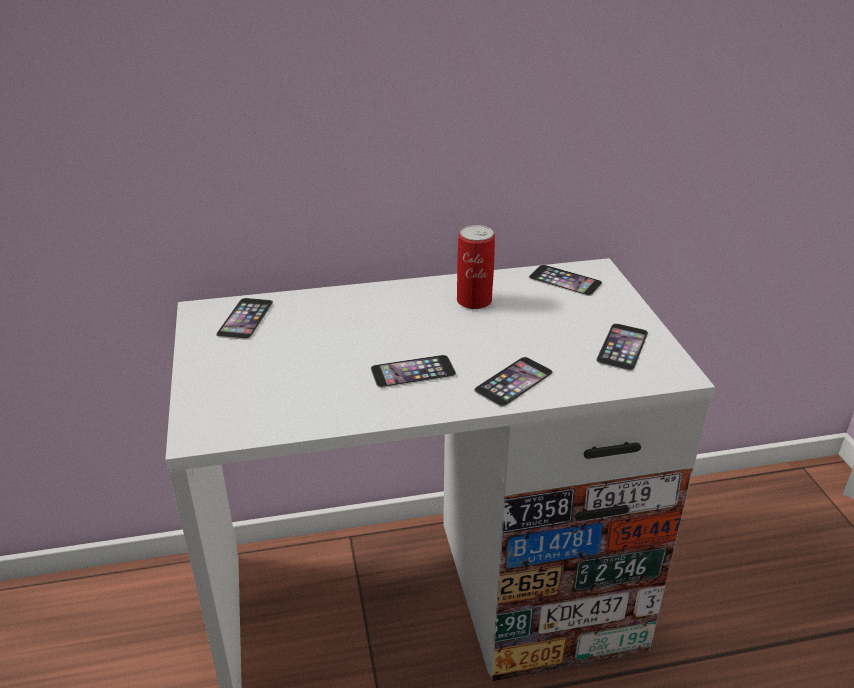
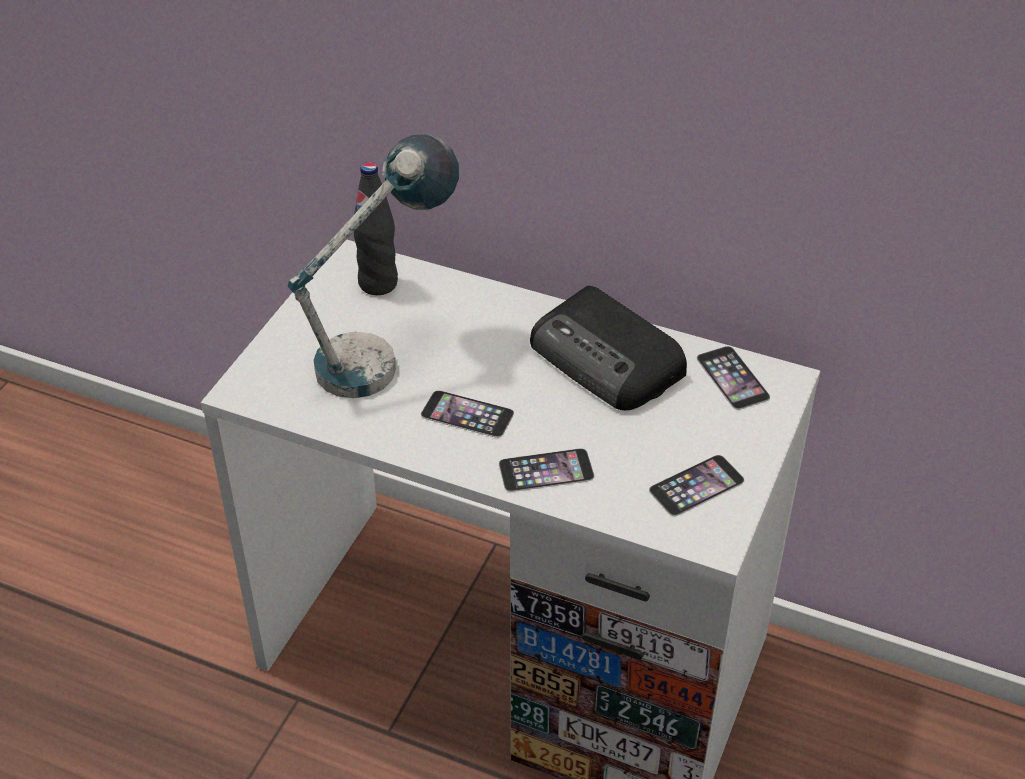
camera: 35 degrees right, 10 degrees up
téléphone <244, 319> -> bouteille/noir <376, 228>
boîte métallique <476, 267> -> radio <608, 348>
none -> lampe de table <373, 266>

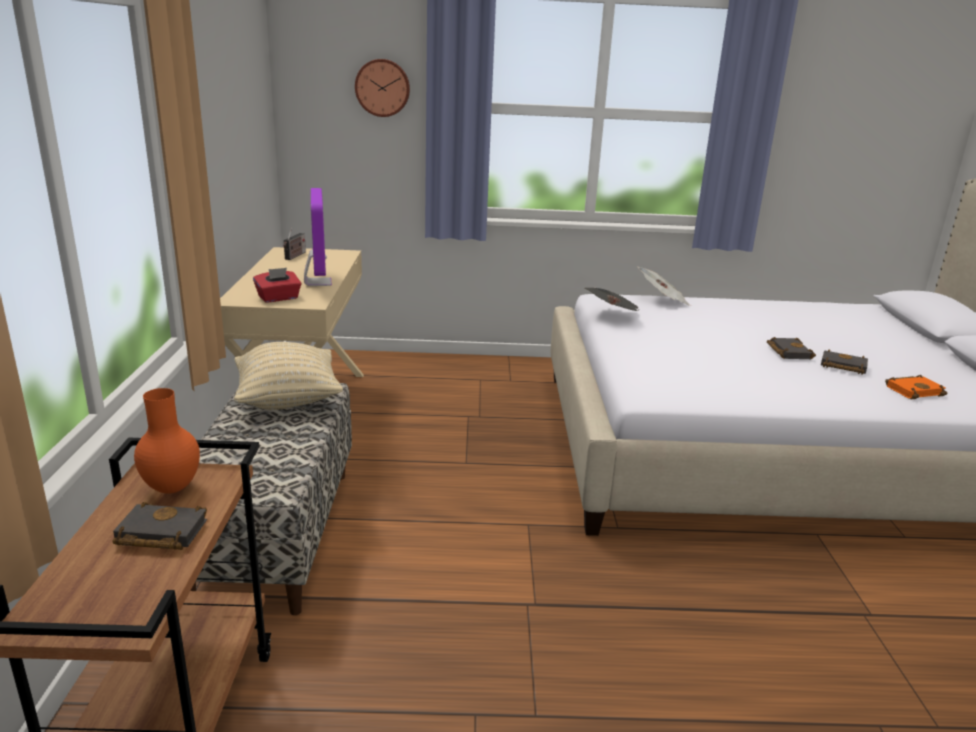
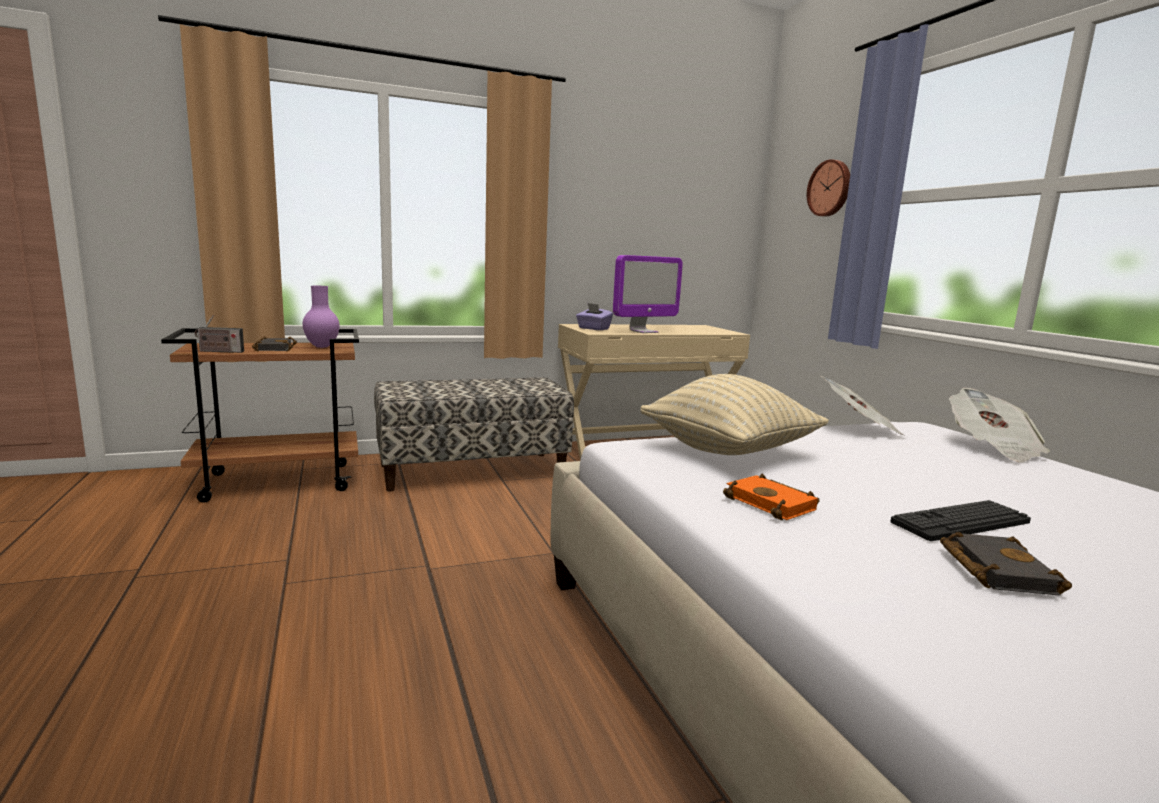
camera: 70 degrees right, 10 degrees down
vase/orange <167, 441> -> vase/violet <321, 317>
coussin/beige <288, 376> -> coussin/beige <734, 414>, move
boîte à mouchoirs/rouge <277, 285> -> boîte à mouchoirs/violet <594, 316>
radio <295, 243> -> radio <219, 334>, move
livre/noir <791, 348> -> clavier <960, 520>
livre/orange <916, 387> -> livre/orange <771, 497>, move

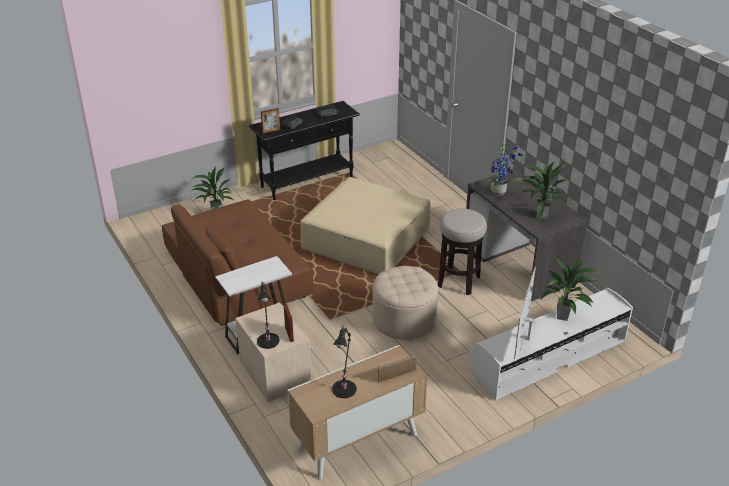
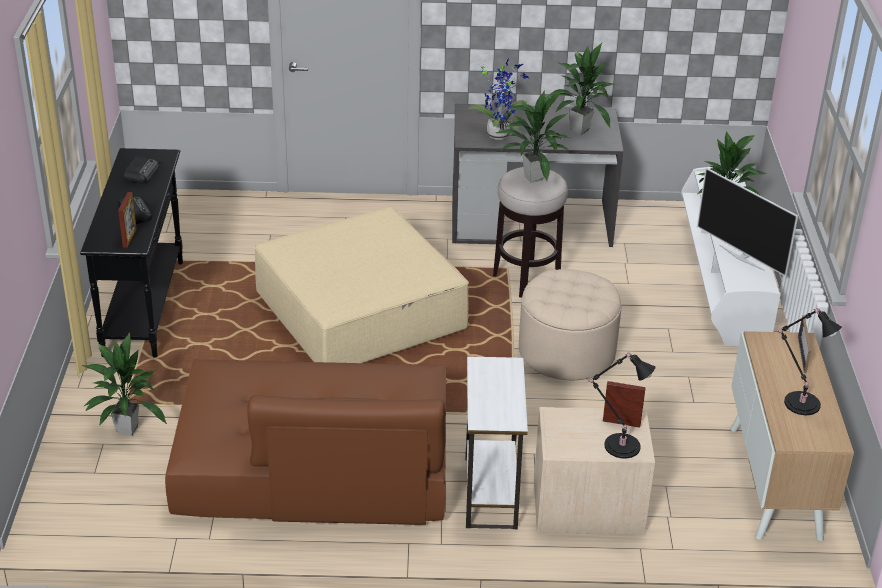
camera: 60 degrees left, 0 degrees up
none -> plante en pot <533, 137>

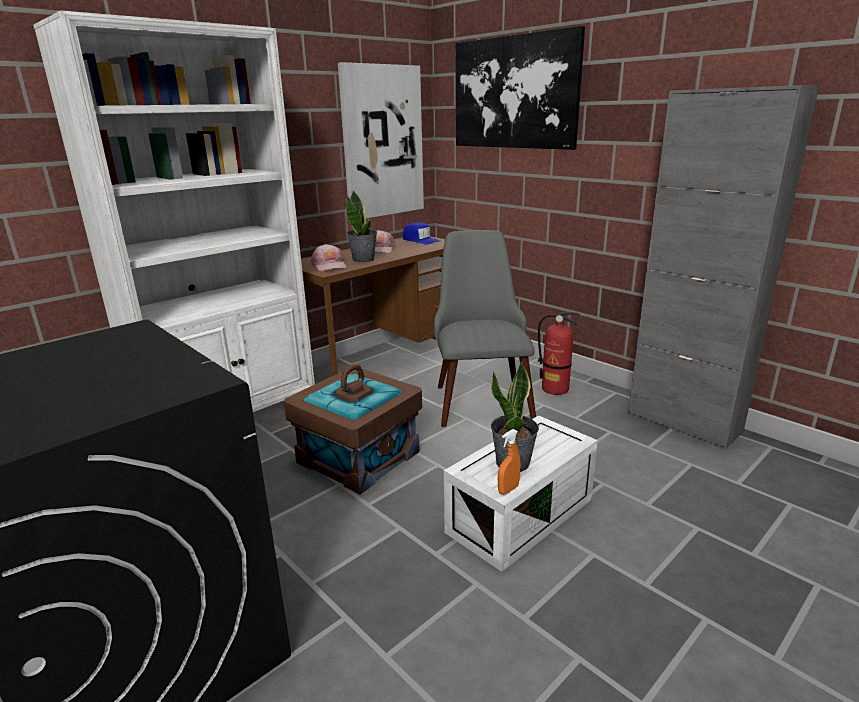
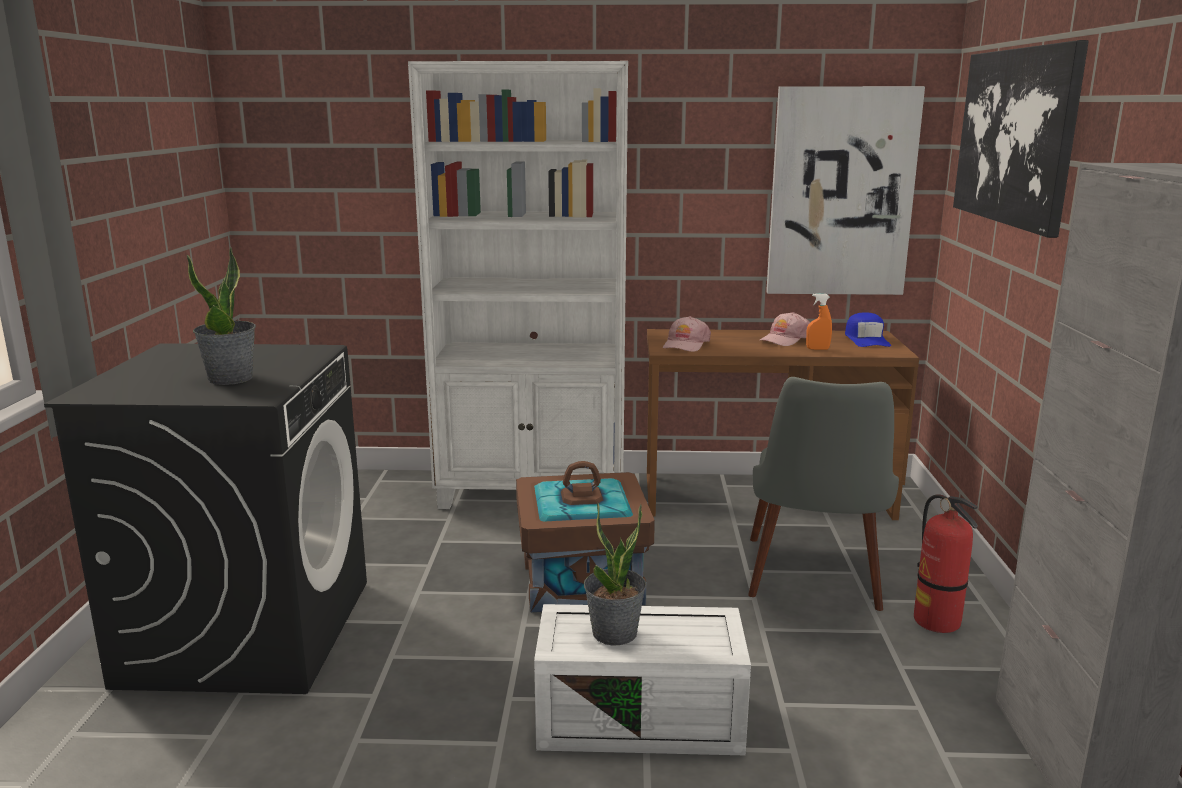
camera: 45 degrees right, 5 degrees down
plante en pot <361, 226> -> plante en pot <221, 316>, move
chaise/gris <485, 328> -> chaise/gris <823, 494>, 150 degrees clockwise
vaporisateur/orange <509, 462> -> vaporisateur/orange <819, 321>, move

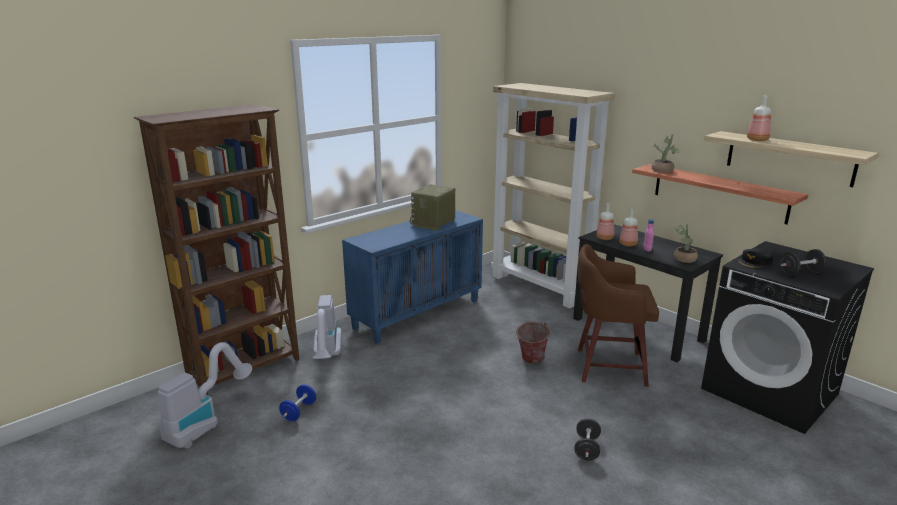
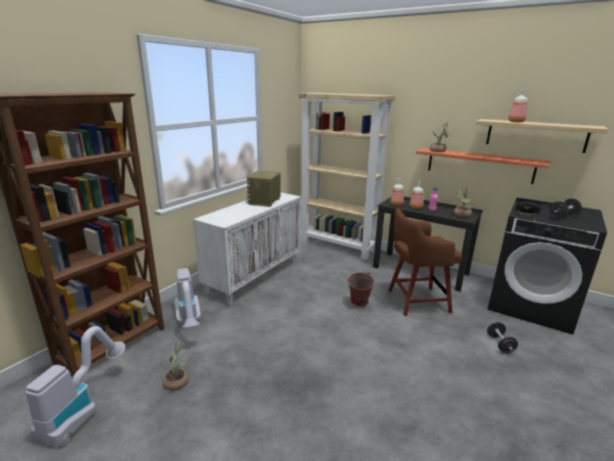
camera: 15 degrees left, 0 degrees up
haltère/bleu <297, 402> -> plante en pot <175, 366>
meuble de rangement/bleu <412, 277> -> meuble de rangement/blanc <247, 249>
haltère/noir <587, 439> -> haltère/noir <502, 337>, move

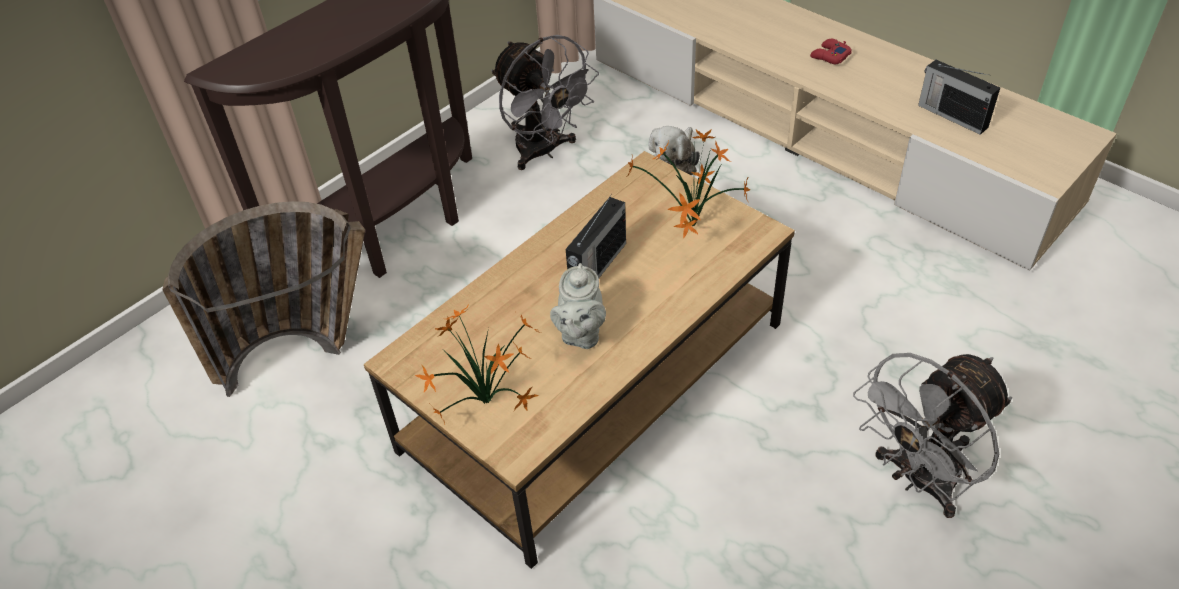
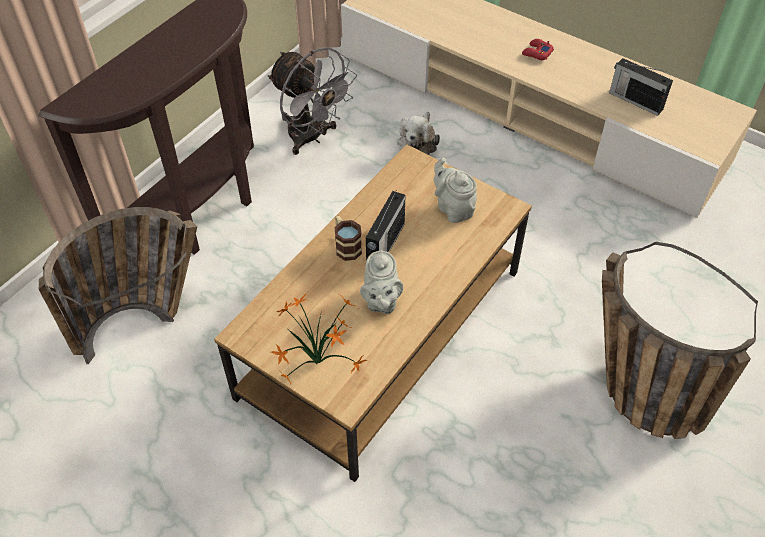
camera: 10 degrees left, 5 degrees up
plante en pot <688, 184> -> théière/gris <455, 190>
ventilateur/gris <932, 435> -> panier <680, 340>
none -> mug <348, 238>

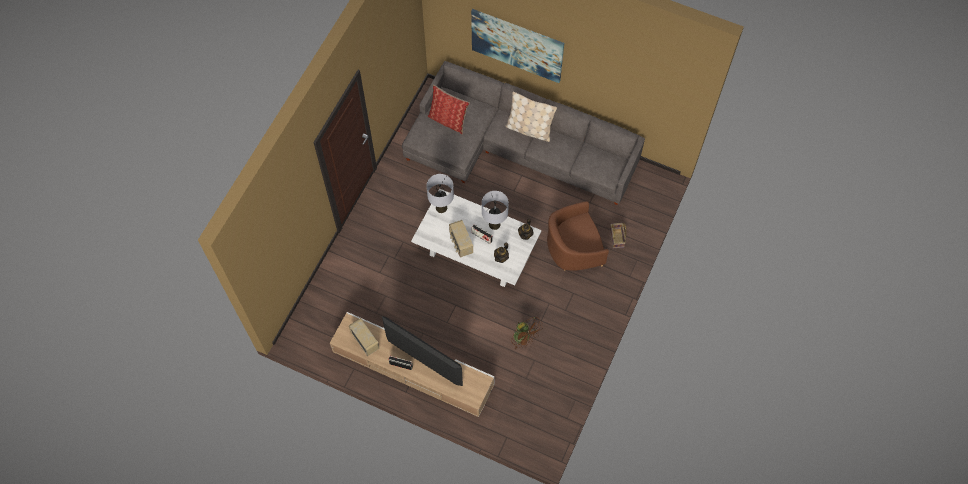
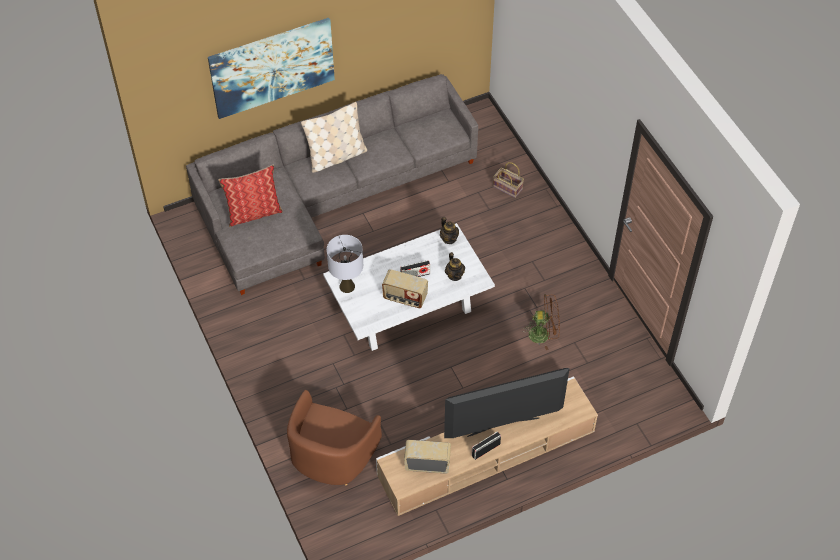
camera: 50 degrees left, 10 degrees down
lampe de table/gris <495, 210> -> none
fauteuil/marron <578, 236> -> fauteuil/marron <334, 437>, move

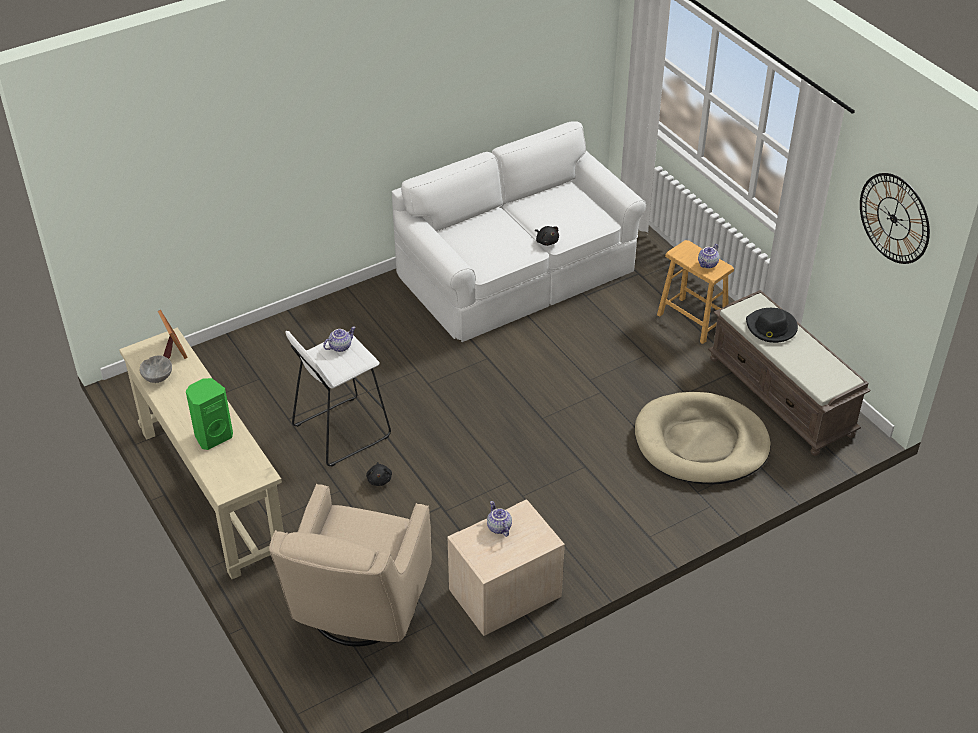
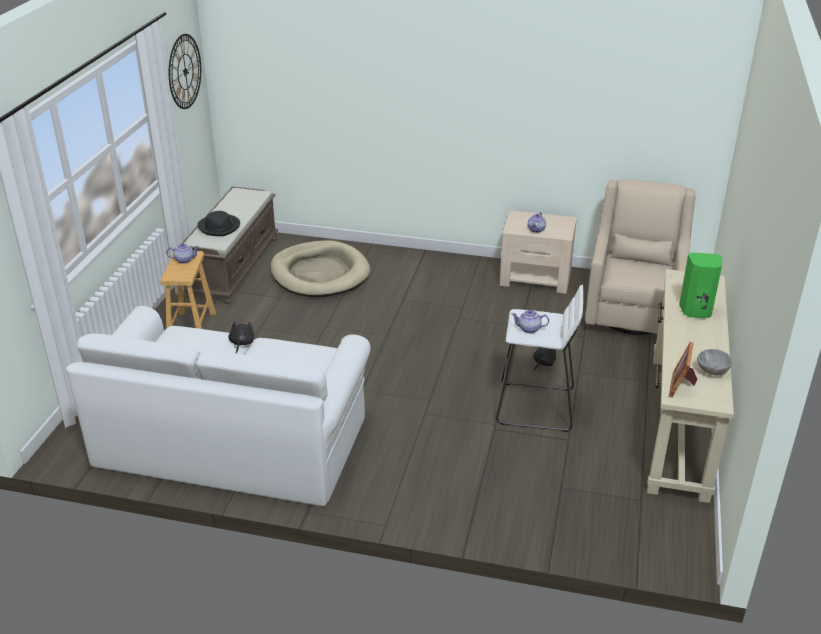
camera: 135 degrees left, 10 degrees down
fauteuil/beige <350, 565> -> fauteuil/beige <640, 257>, 45 degrees counterclockwise

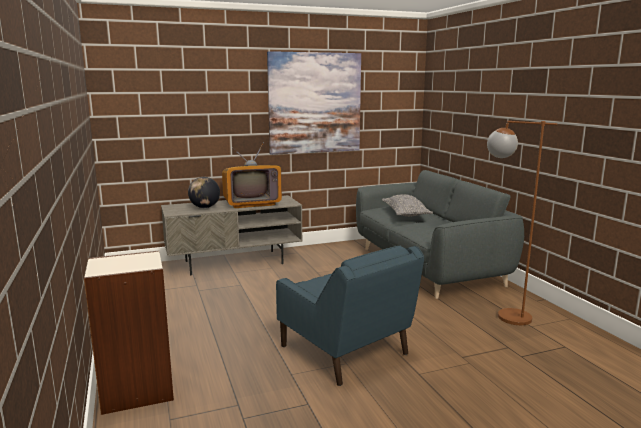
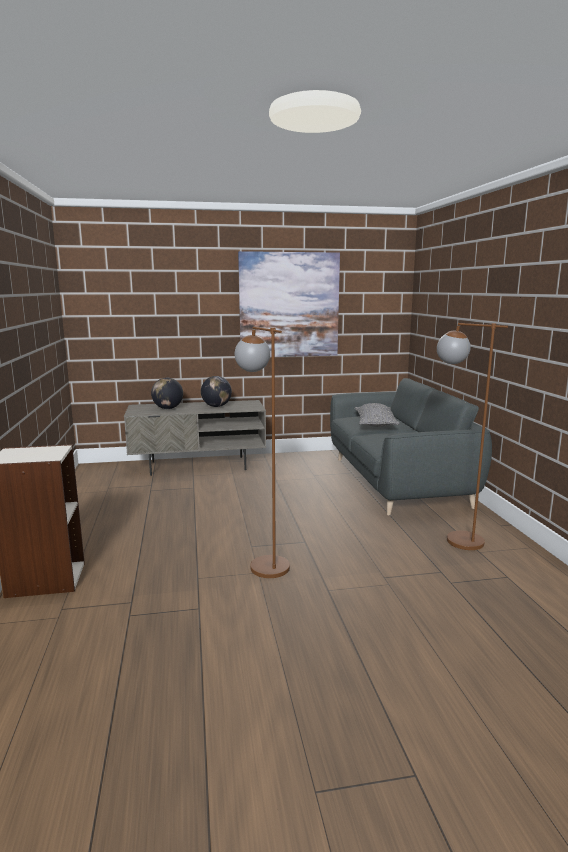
camera: 10 degrees right, 0 degrees up
téléviseur <252, 175> -> globe <216, 391>
fauteuil/bleu <350, 315> -> lampadaire/marron <262, 452>

